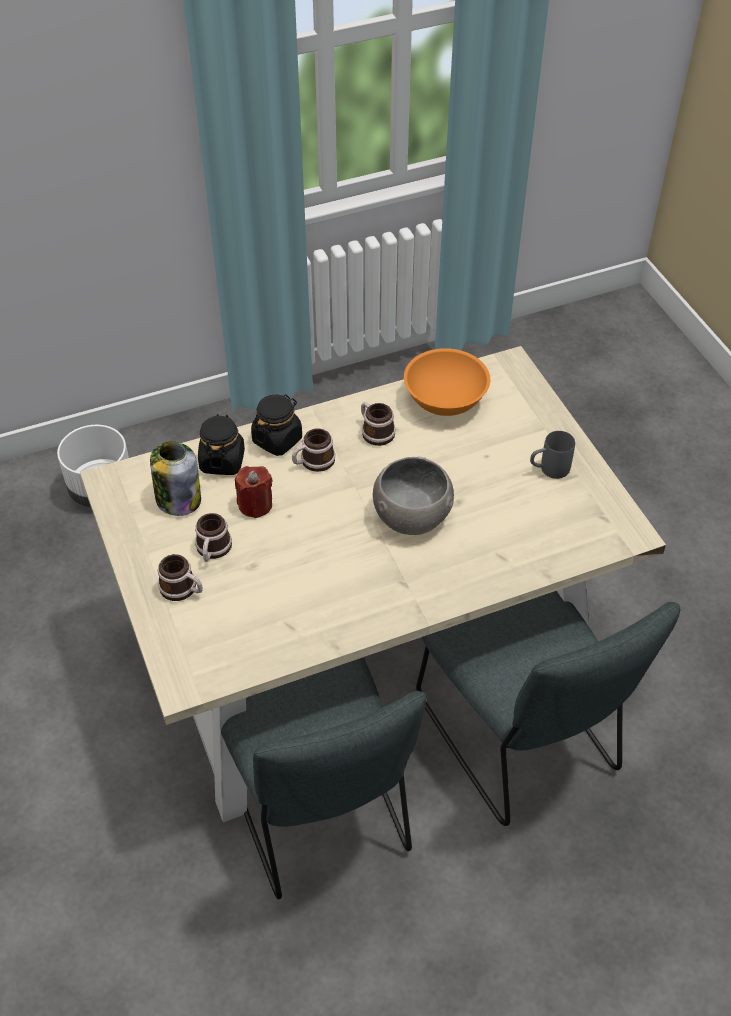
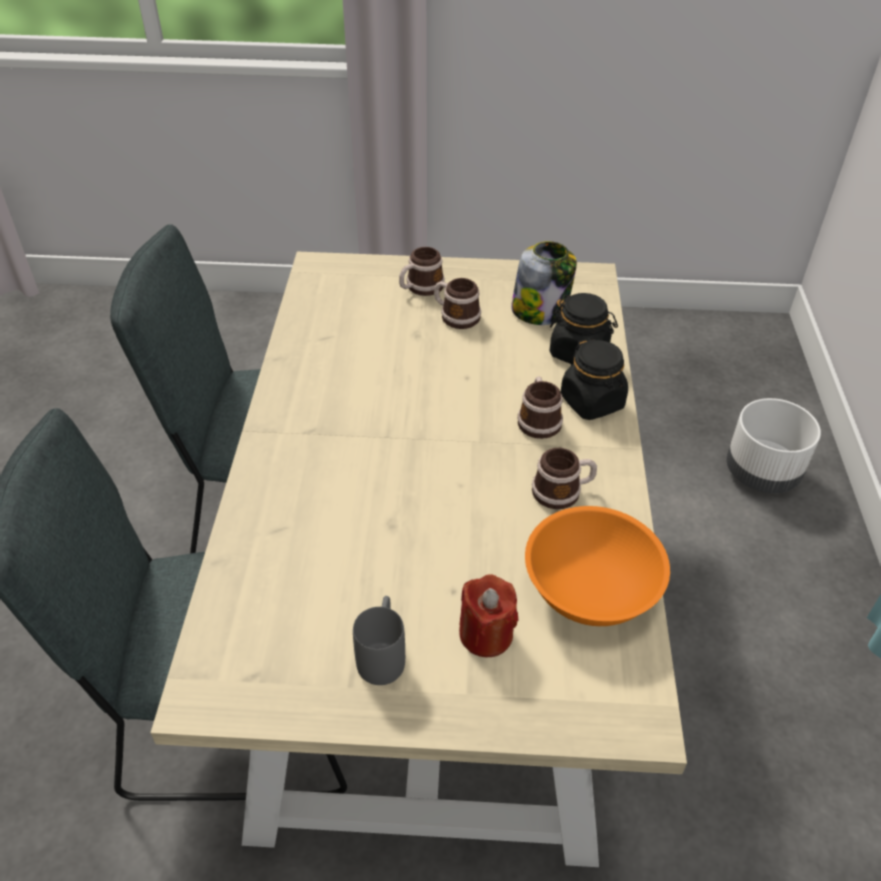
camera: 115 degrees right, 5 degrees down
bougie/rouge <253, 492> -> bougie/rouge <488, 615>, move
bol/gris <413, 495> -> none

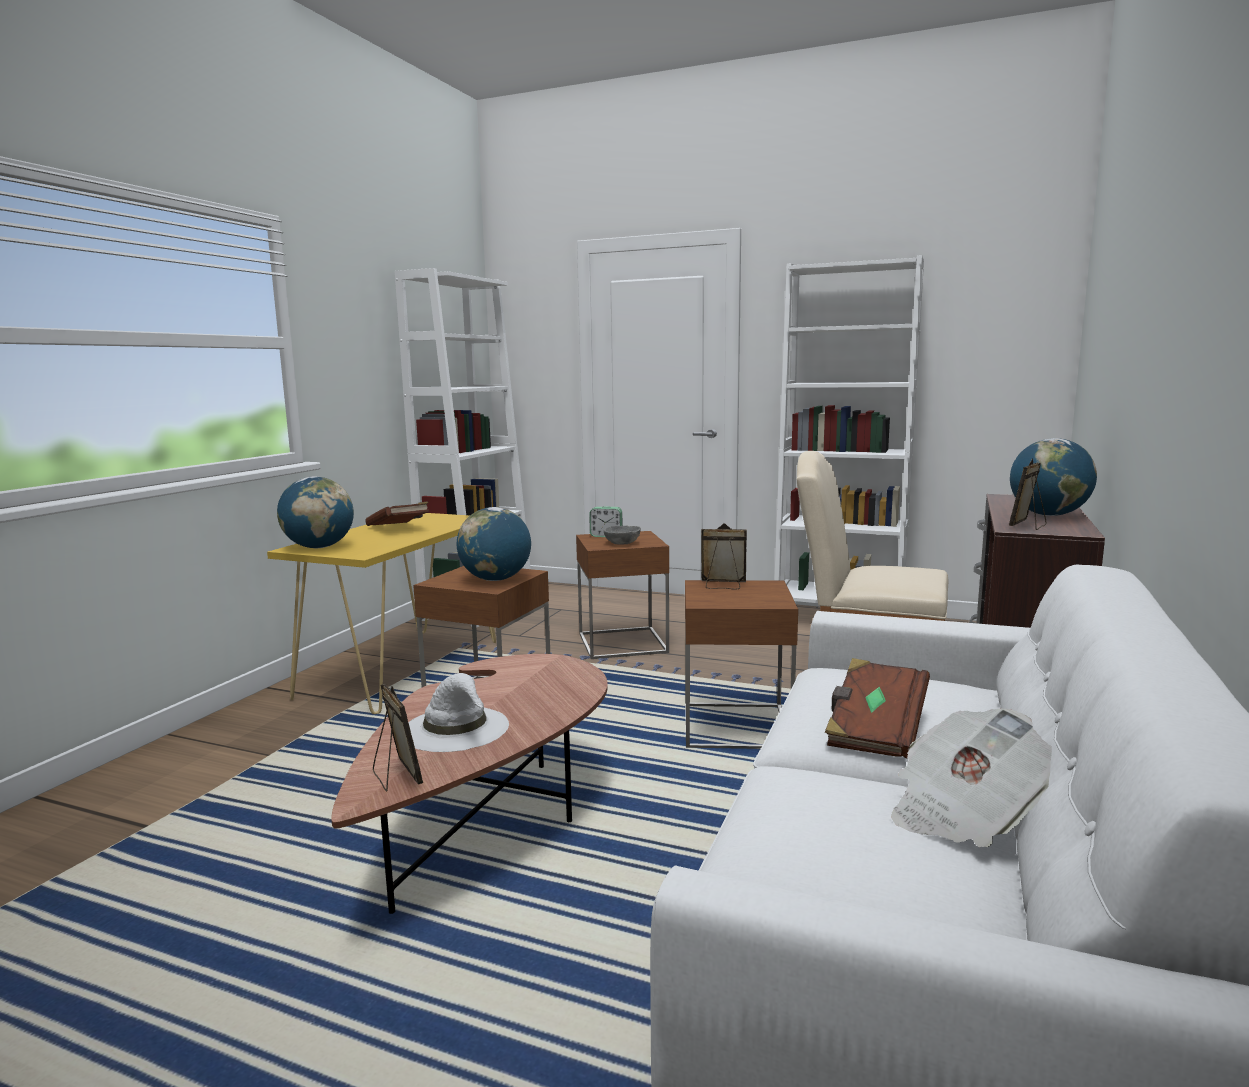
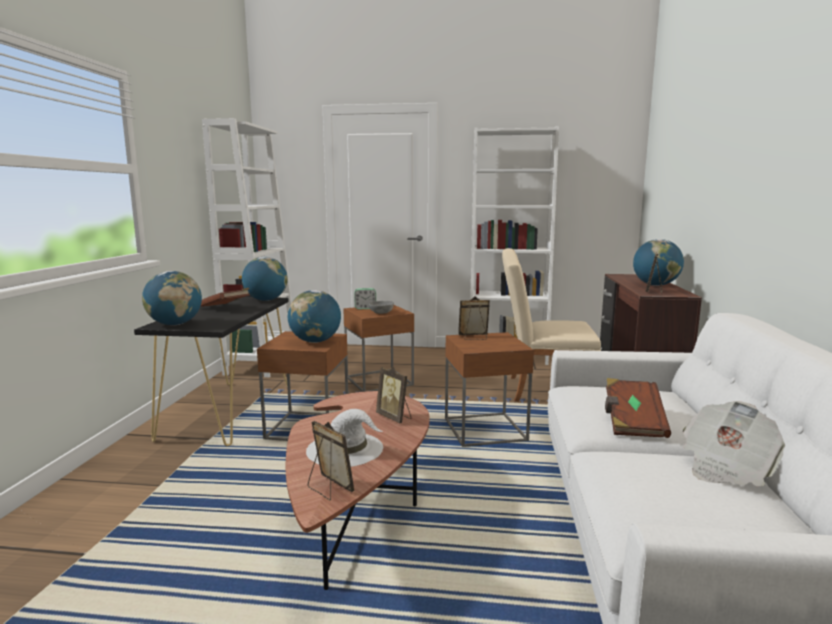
camera: 15 degrees left, 0 degrees up
table console/jaune <381, 613> -> table console/noir <211, 371>
none -> globe <265, 279>
none -> cadre photo <393, 394>

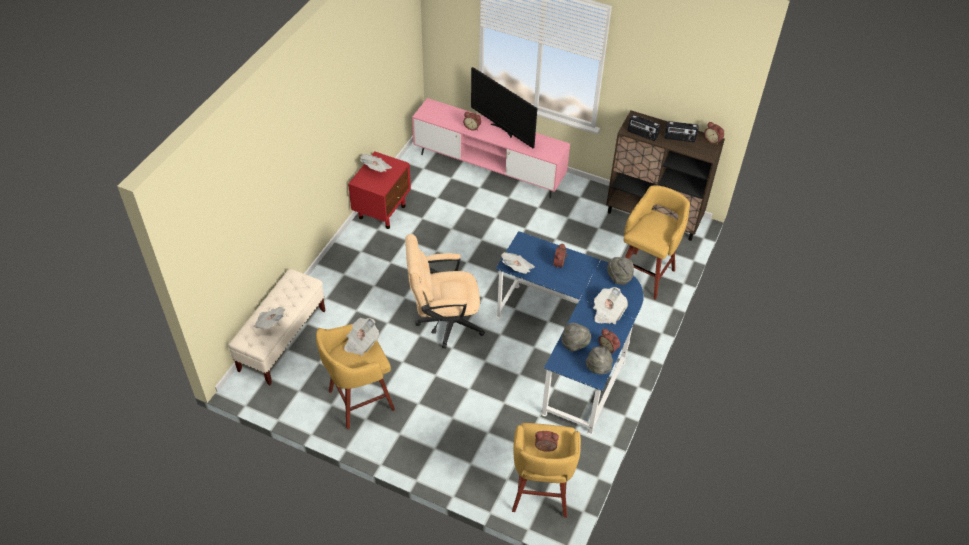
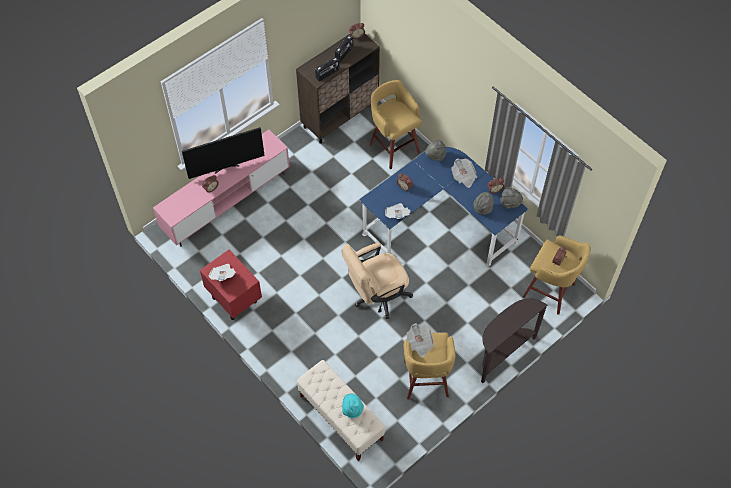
camera: 65 degrees left, 10 degrees up
journal <269, 318> -> chapeau/turquoise <353, 405>
chaise de bureau/beige <445, 291> -> chaise de bureau/beige <377, 281>, 45 degrees clockwise
none -> table console/marron <514, 340>

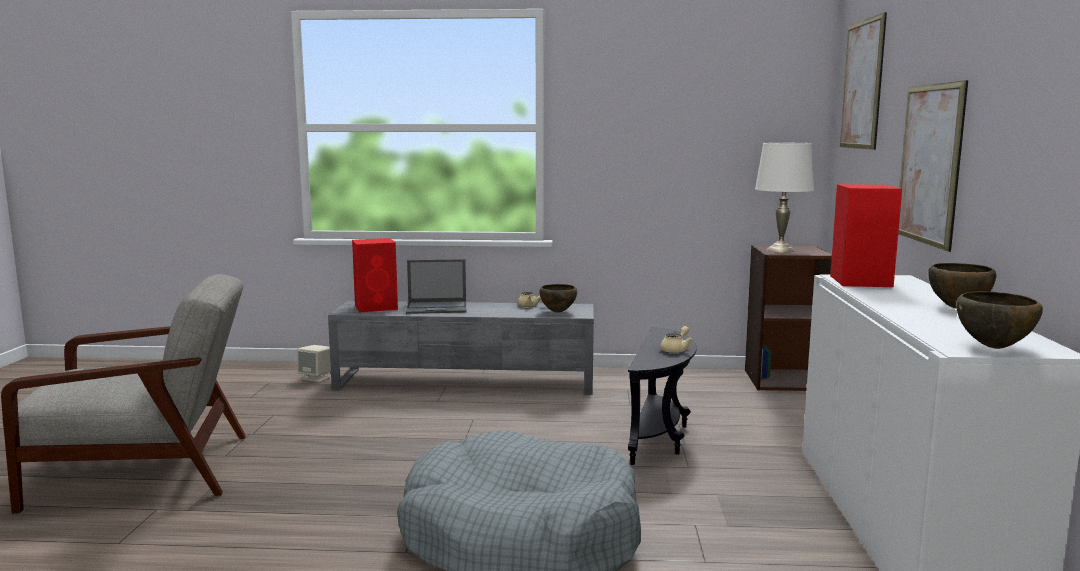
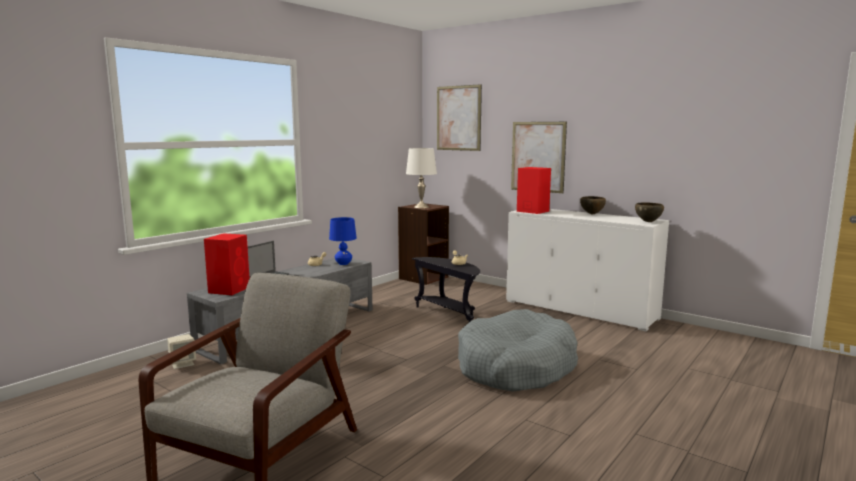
camera: 55 degrees left, 0 degrees up
bol/marron <558, 298> -> lampe de table/bleu <343, 241>

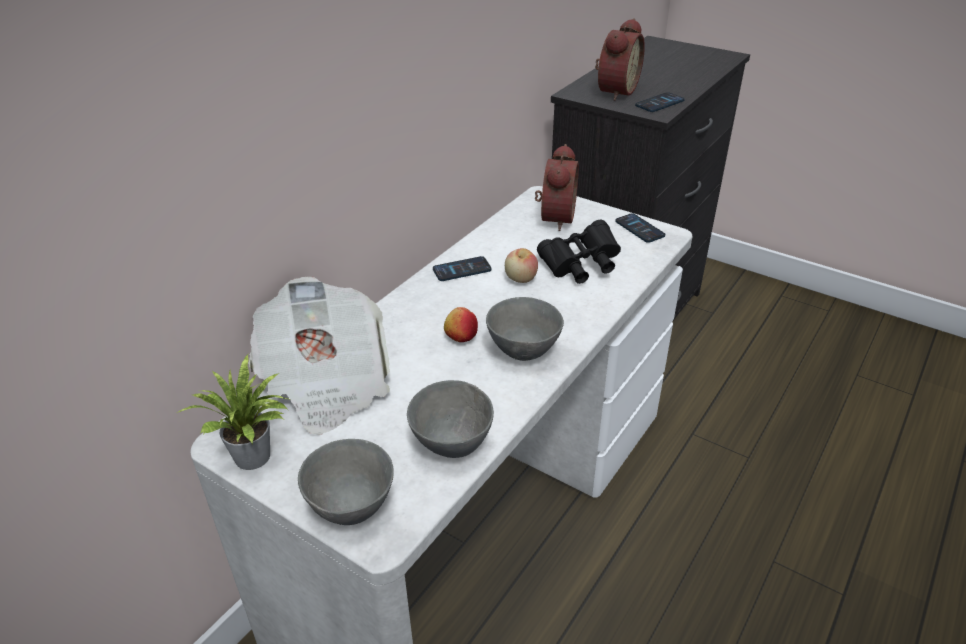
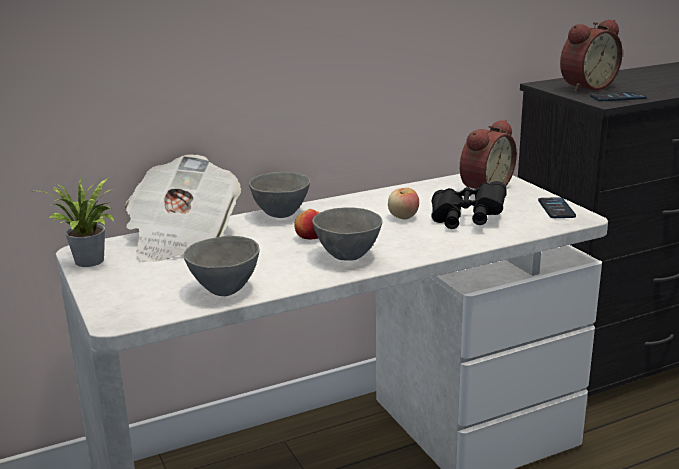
camera: 30 degrees right, 15 degrees down
bol/gris <346, 482> -> bol/gris <279, 195>, move
téléphone <462, 268> -> none

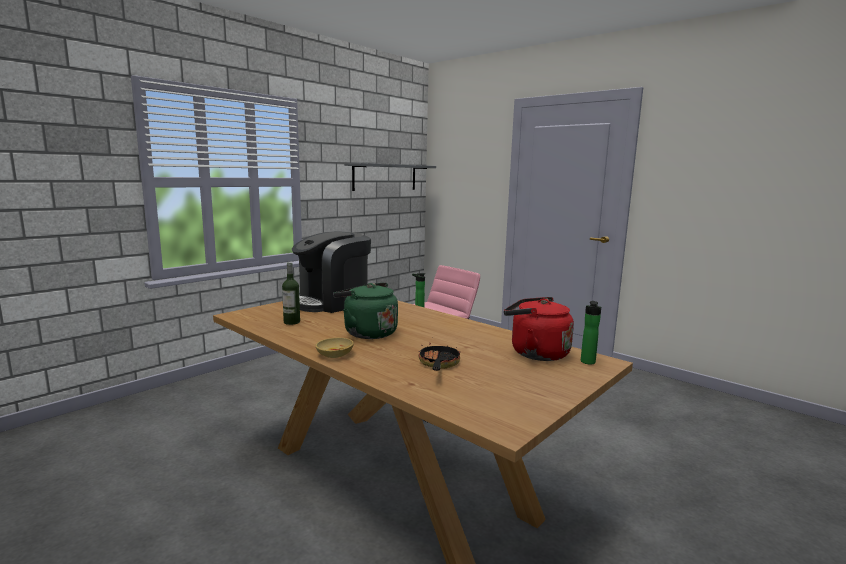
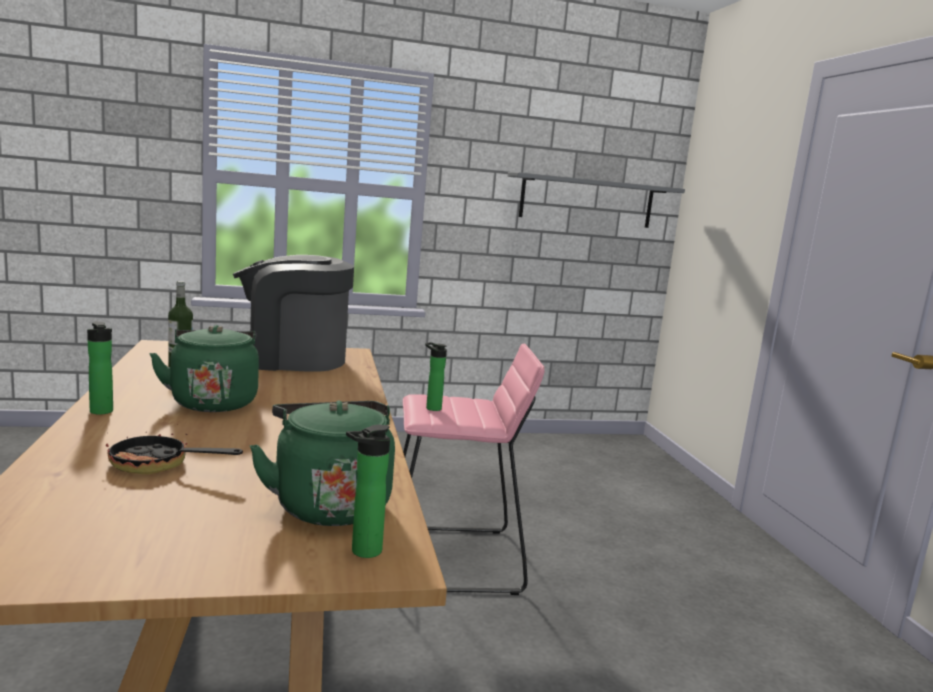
camera: 35 degrees right, 0 degrees up
bol/beige <334, 348> -> bouteille <100, 368>
poêle <439, 357> -> poêle <174, 449>, 120 degrees counterclockwise
bouilloire/rouge <539, 329> -> bouilloire/vert <322, 463>

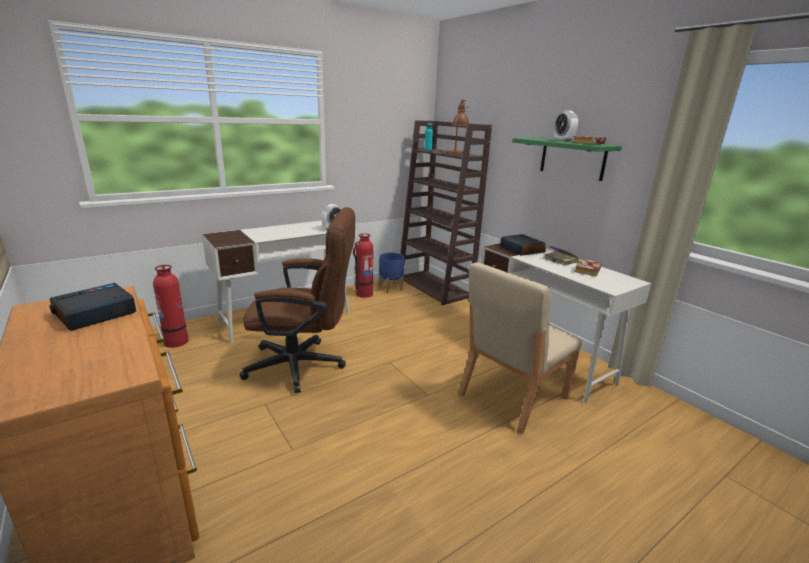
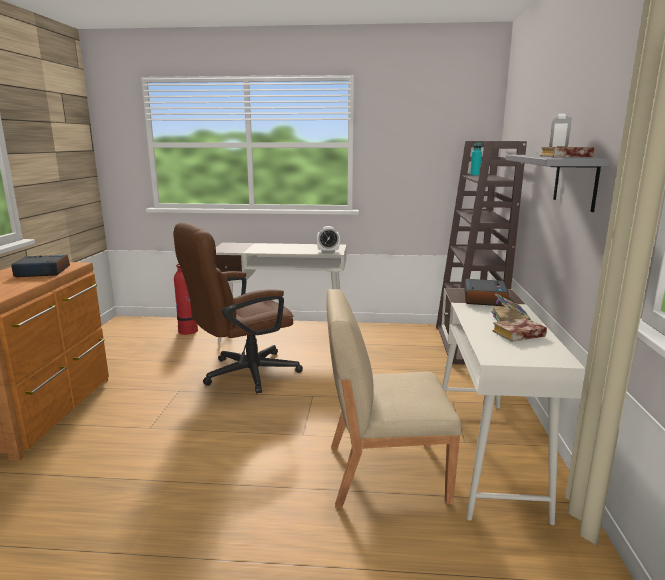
camera: 40 degrees right, 5 degrees down
chaise de bureau/marron <297, 300> -> chaise de bureau/marron <238, 308>, 105 degrees clockwise
extincteur <363, 265> -> none
cache-pot/bleu <391, 273> -> none
lampe de table/marron <458, 126> -> none
étagère/vert <567, 159> -> étagère/gris <558, 183>

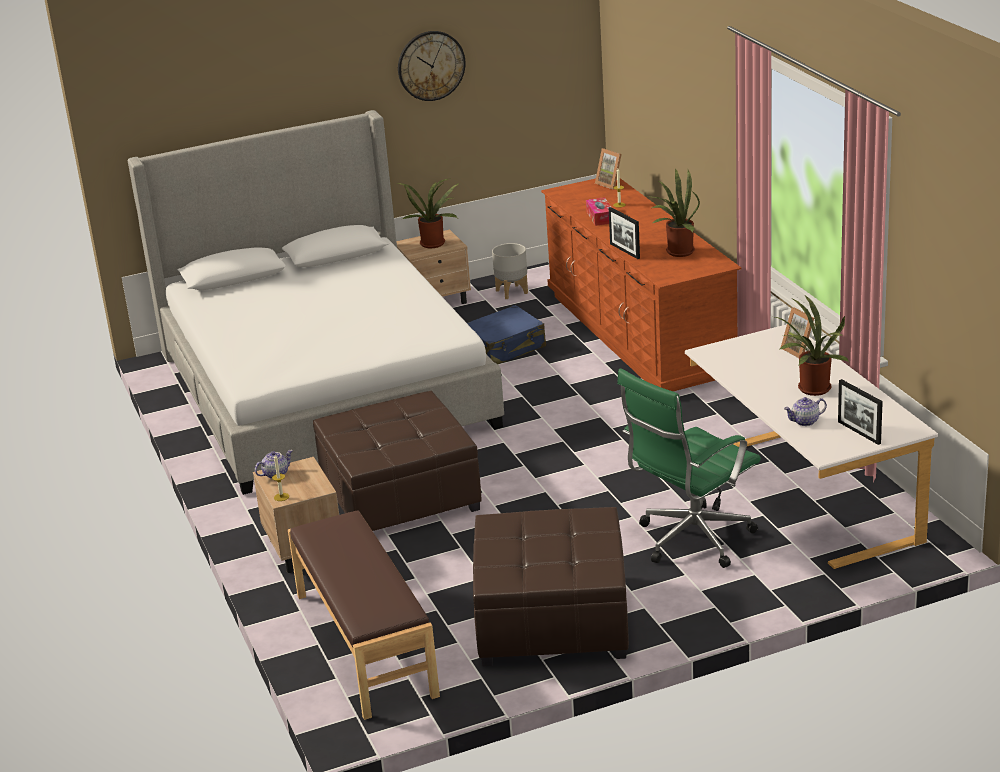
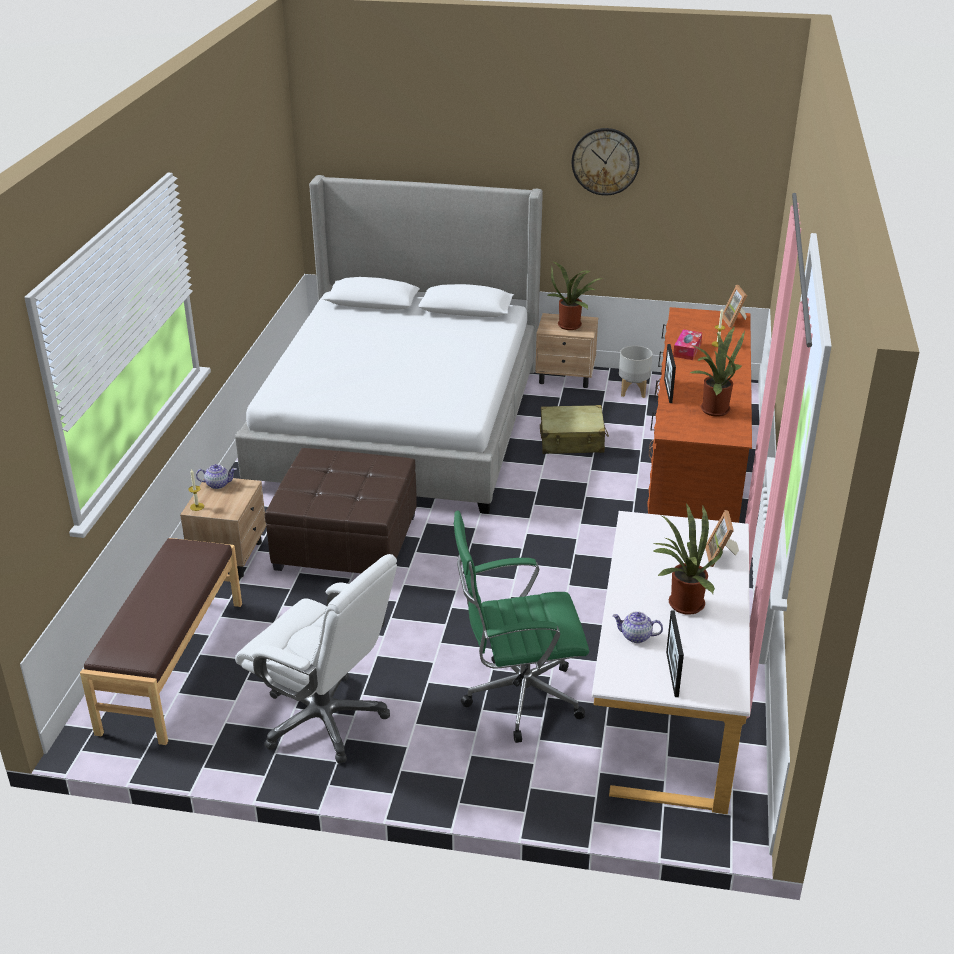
camera: 30 degrees right, 5 degrees up
valise/bleu <506, 334> -> valise/beige <574, 429>
pouf/marron <551, 587> -> chaise de bureau/blanc <316, 659>

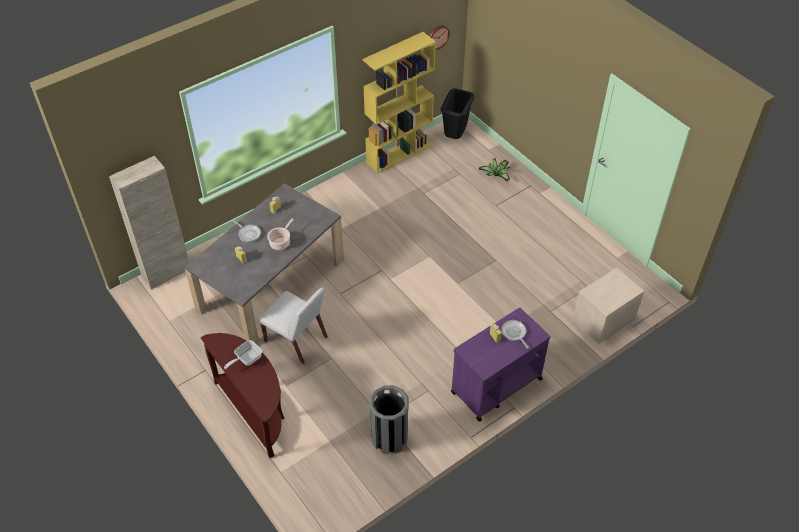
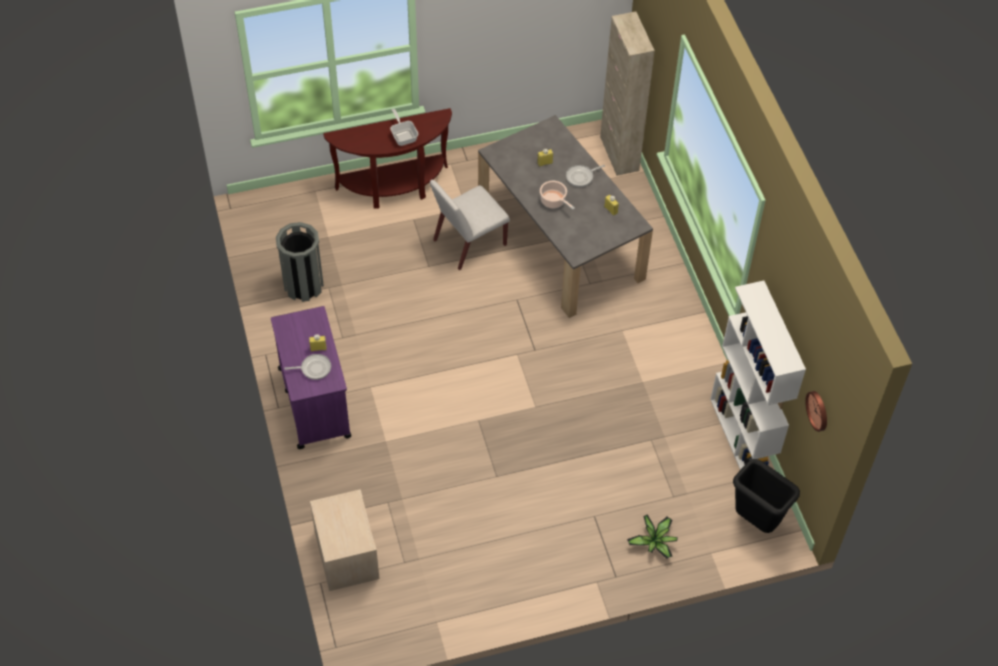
camera: 110 degrees right, 5 degrees up
bibliothèque/jaune <399, 103> -> bibliothèque/blanc <758, 375>

